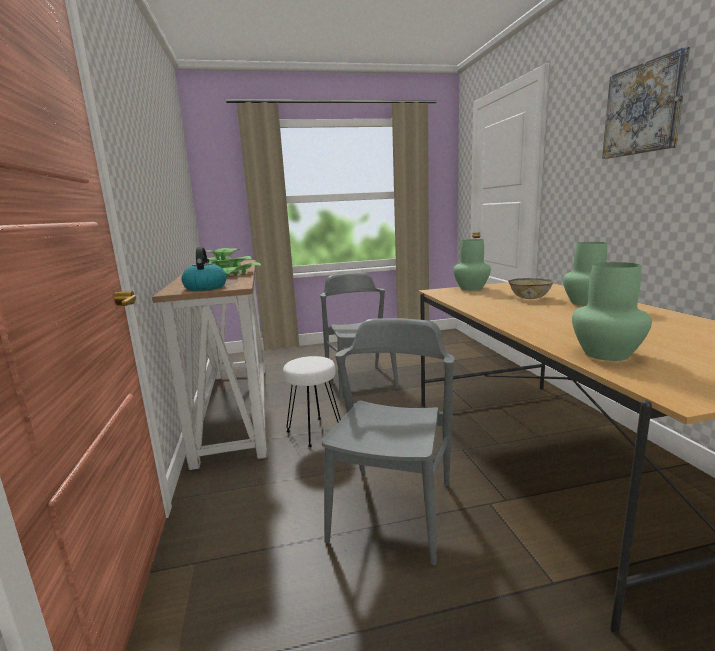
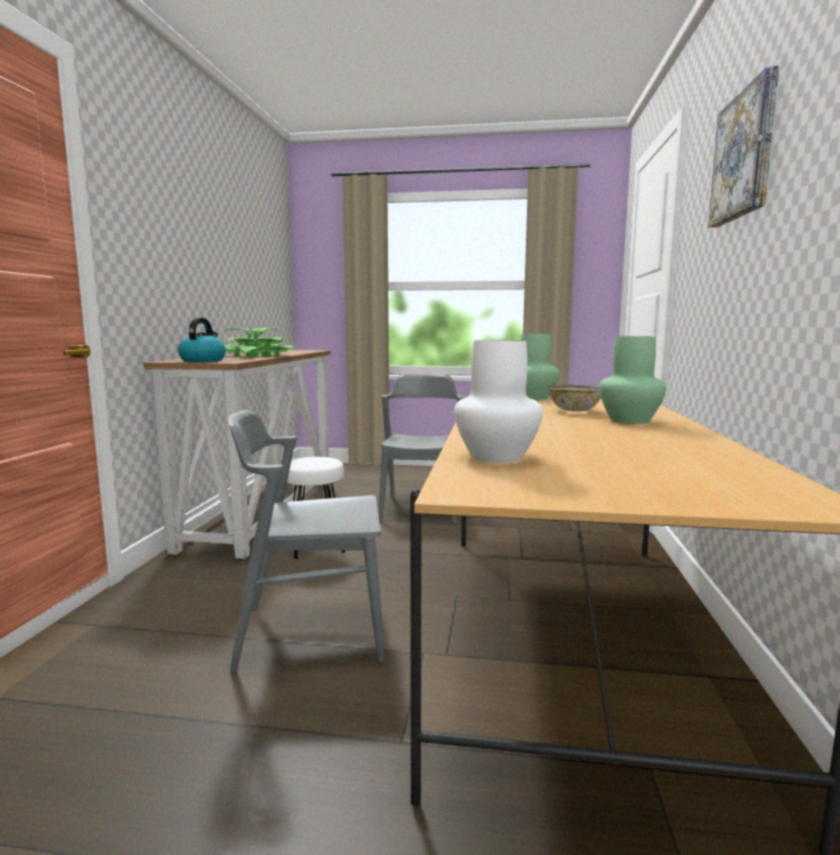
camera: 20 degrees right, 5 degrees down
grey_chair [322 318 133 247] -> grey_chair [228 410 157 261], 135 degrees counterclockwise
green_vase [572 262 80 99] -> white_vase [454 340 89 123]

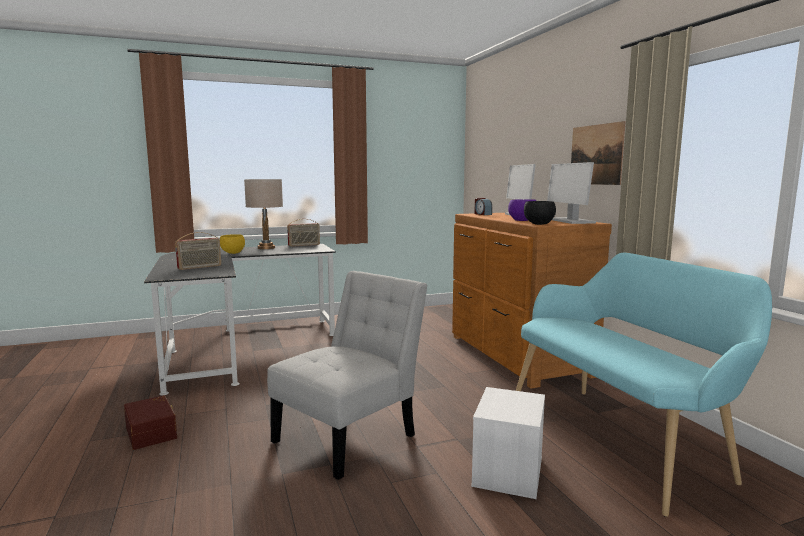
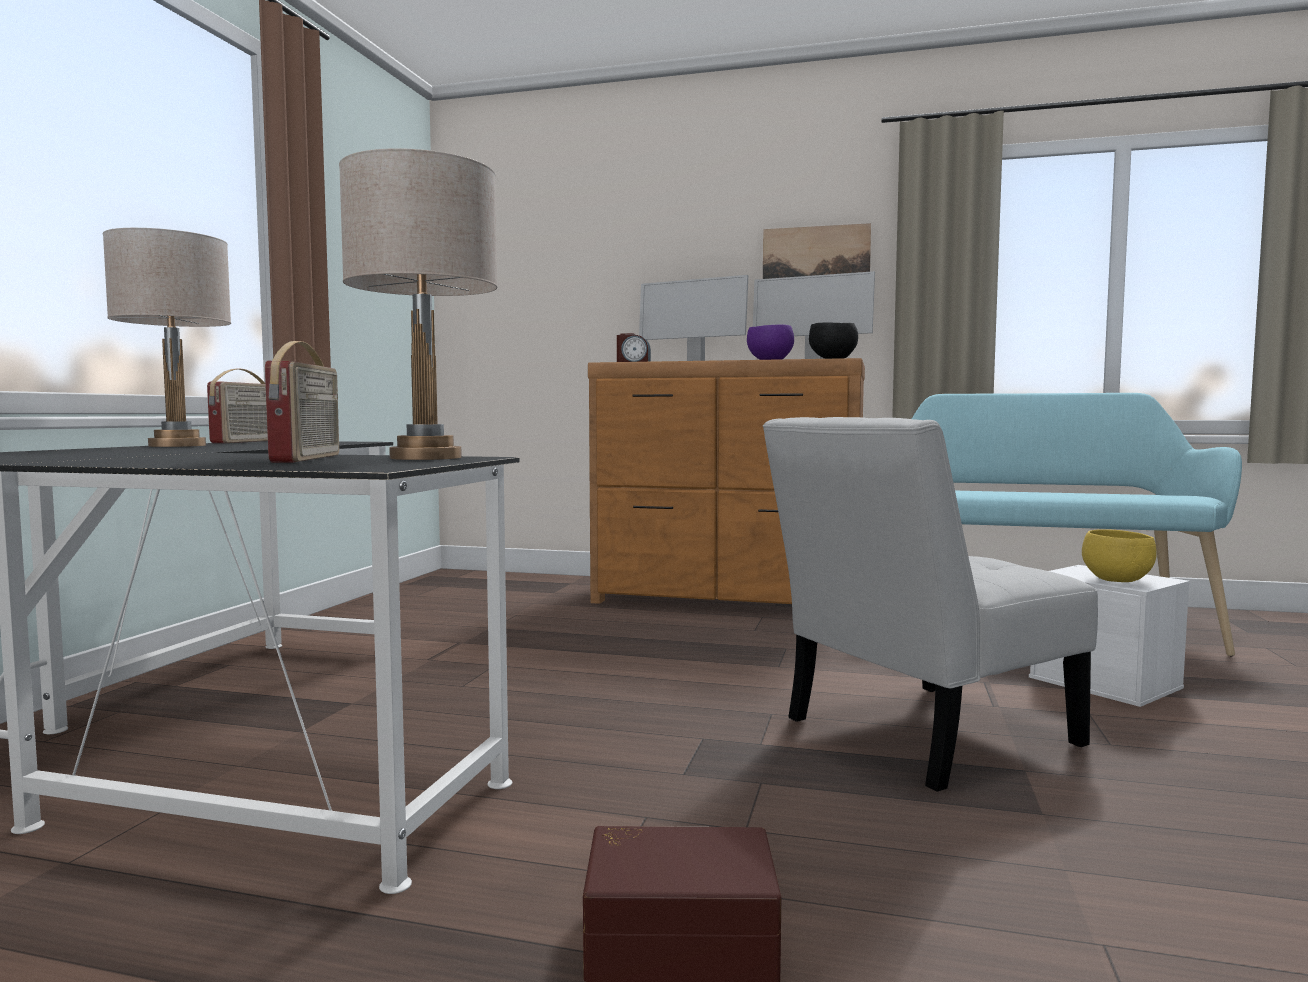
camera: 55 degrees left, 5 degrees down
none -> beige_table_lamp [339 148 158 312]
white_chair [267 271 161 209] -> white_chair [763 417 335 375], 105 degrees counterclockwise
yellow_bowl [220 234 25 20] -> yellow_bowl [1082 529 75 53], shifted

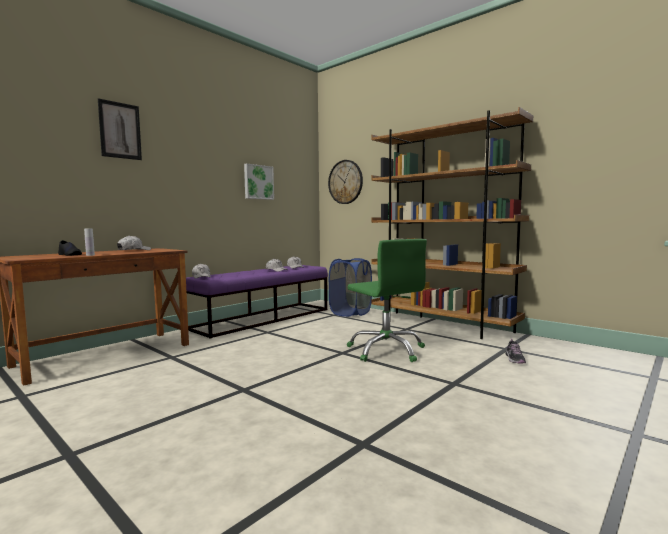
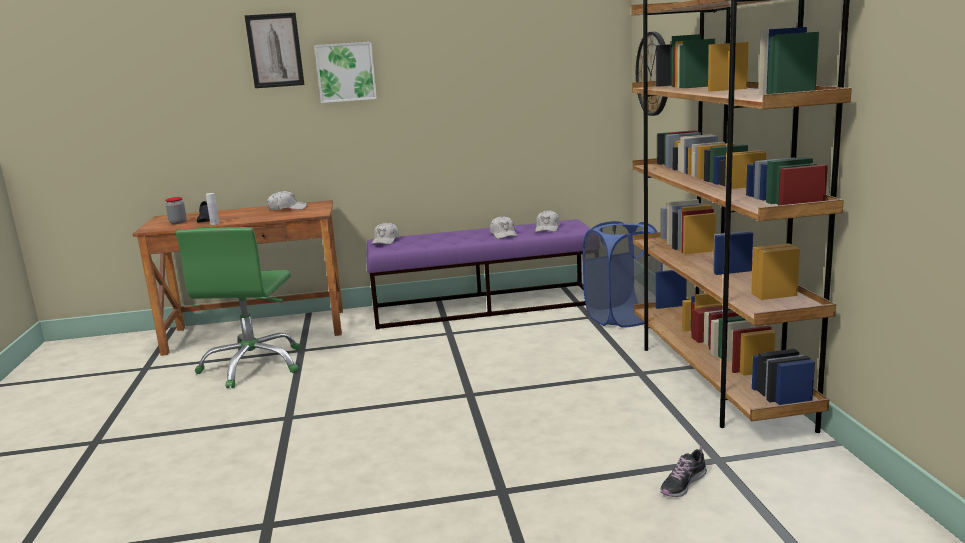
camera: 40 degrees right, 10 degrees up
none -> jar [165 197 22 27]
green_office_chair [347 239 80 123] -> green_office_chair [175 227 126 161], shifted
picture [244 163 30 37] -> picture [314 42 63 61], shifted

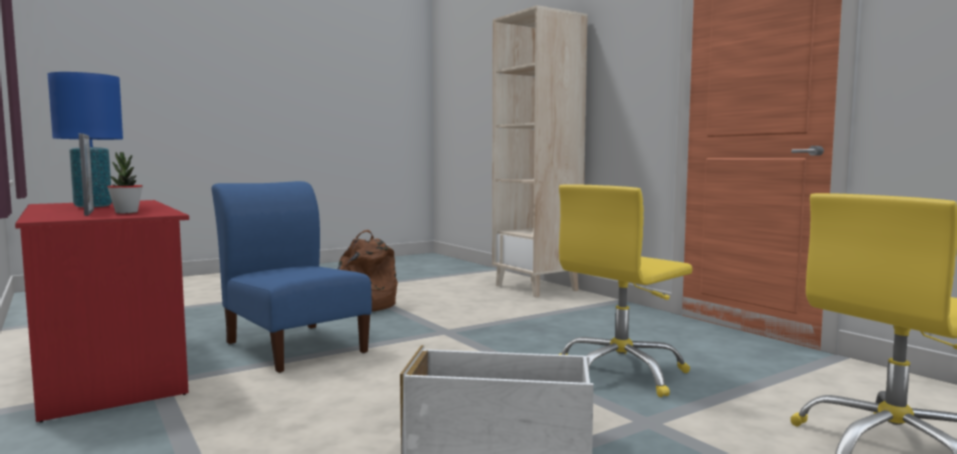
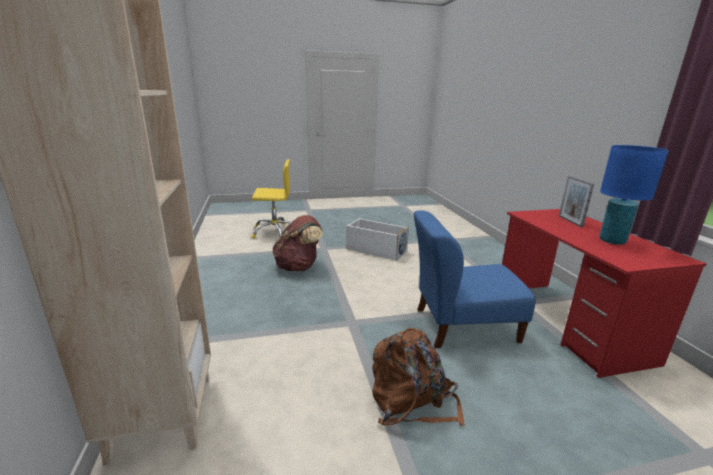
camera: 160 degrees left, 15 degrees up
yellow_office_chair [559 184 134 213] -> brown_backpack [272 215 51 56]
blue_chair [212 181 160 192] -> blue_chair [414 210 122 138], 105 degrees clockwise
potted_plant [107 152 36 61] -> none

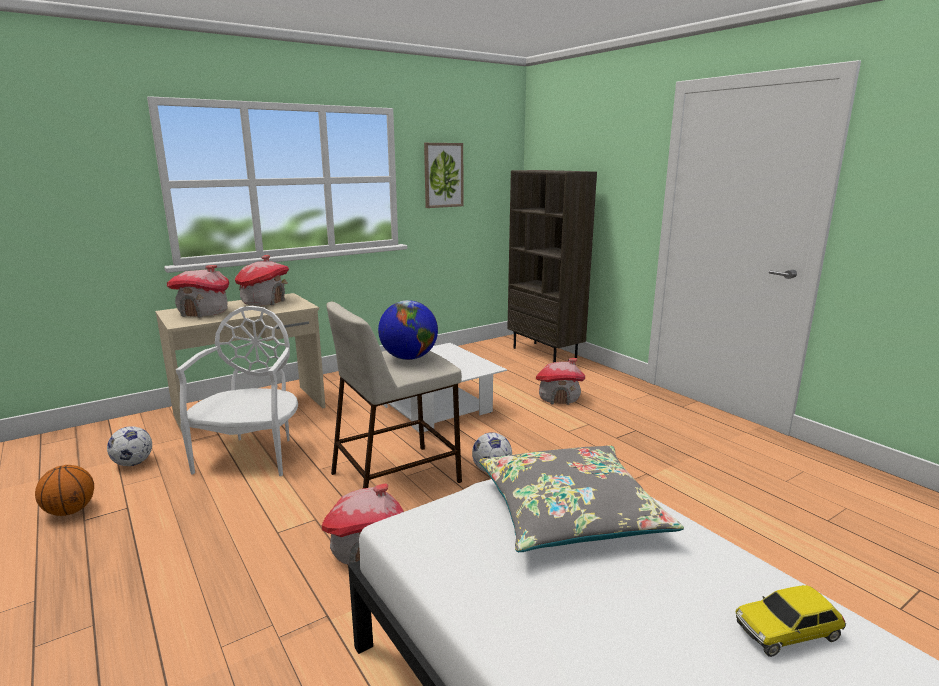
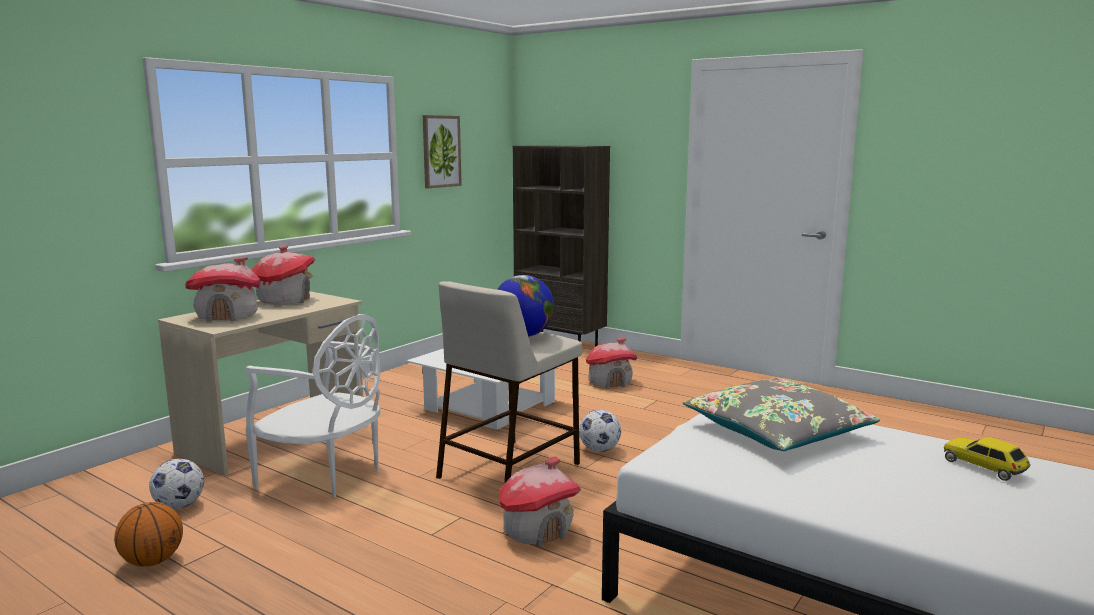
camera: 20 degrees left, 5 degrees down
white_chair [176 306 122 170] -> white_chair [245 314 136 184], 135 degrees clockwise
toy_car [736 585 110 72] -> toy_car [944 437 87 44], 90 degrees clockwise

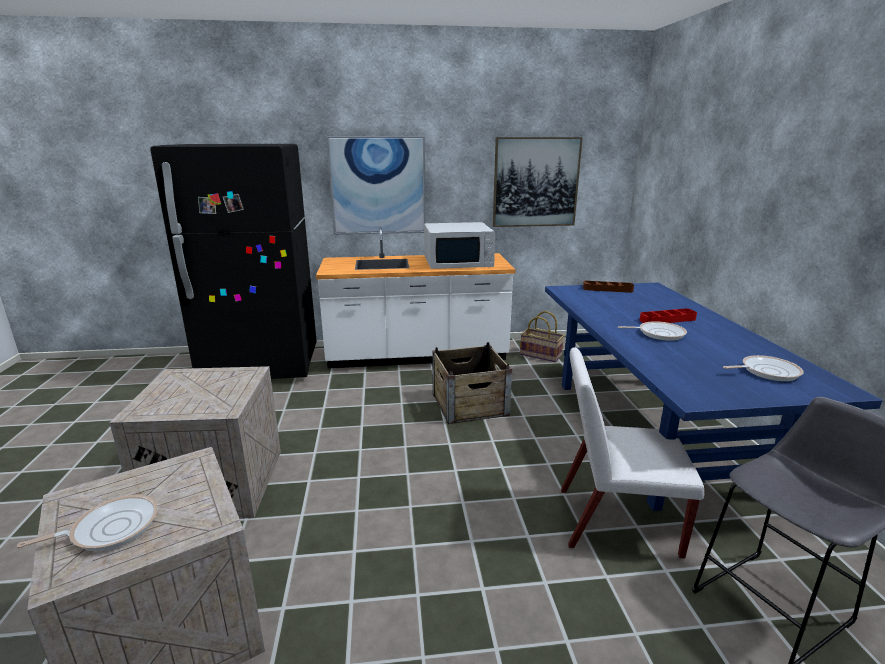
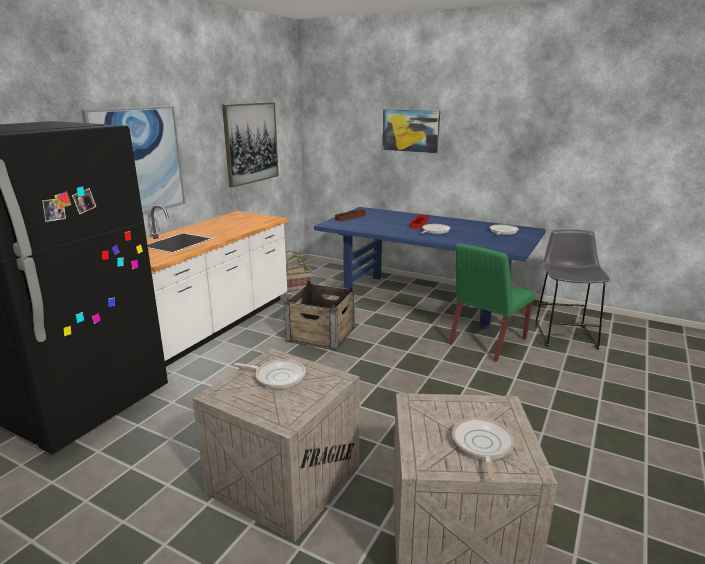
camera: 55 degrees left, 0 degrees up
none -> frying_pan [234 359 72 30]
none -> picture [382 110 58 43]
white_chair [561 347 144 212] -> green_chair [449 244 86 118]
white_microwave [424 222 71 47] -> none

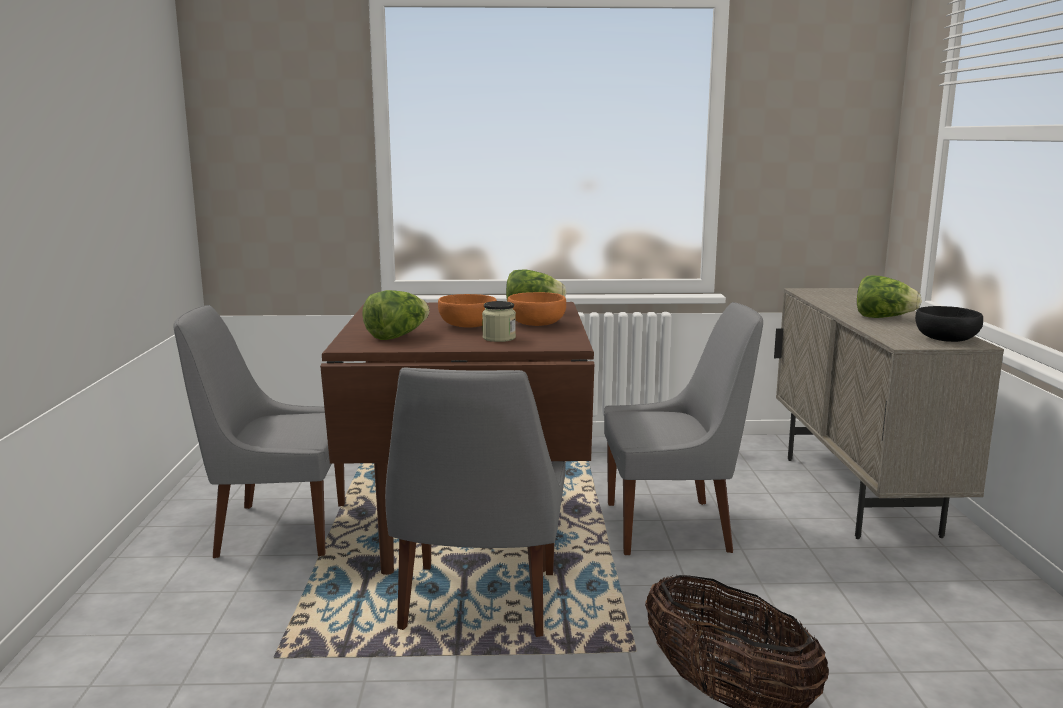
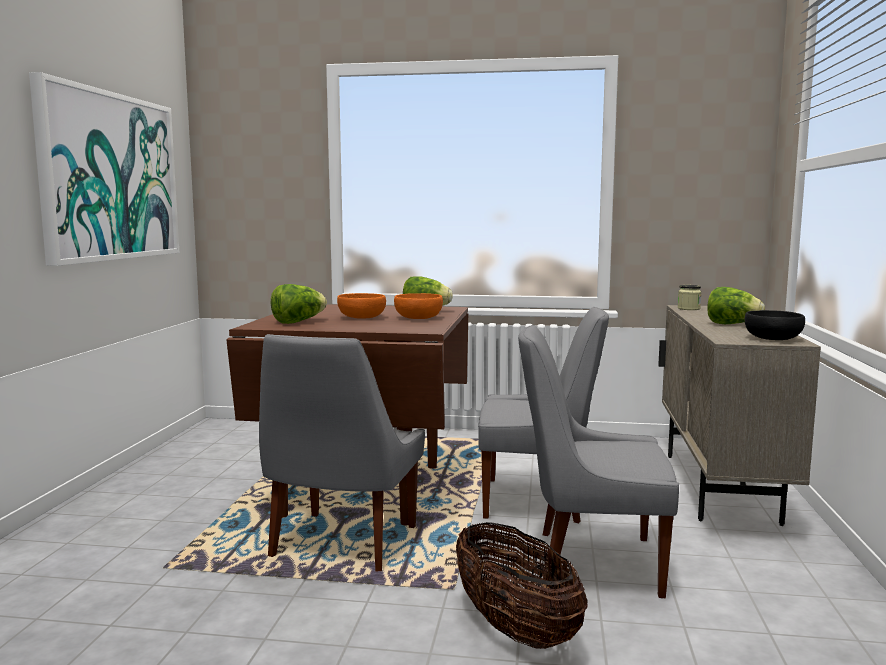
camera: 10 degrees right, 5 degrees down
none -> picture [29 72 150 194]
grey_chair [173 305 172 253] -> grey_chair [518 325 161 273], shifted
jar [482 301 34 41] -> jar [678 285 24 25], shifted

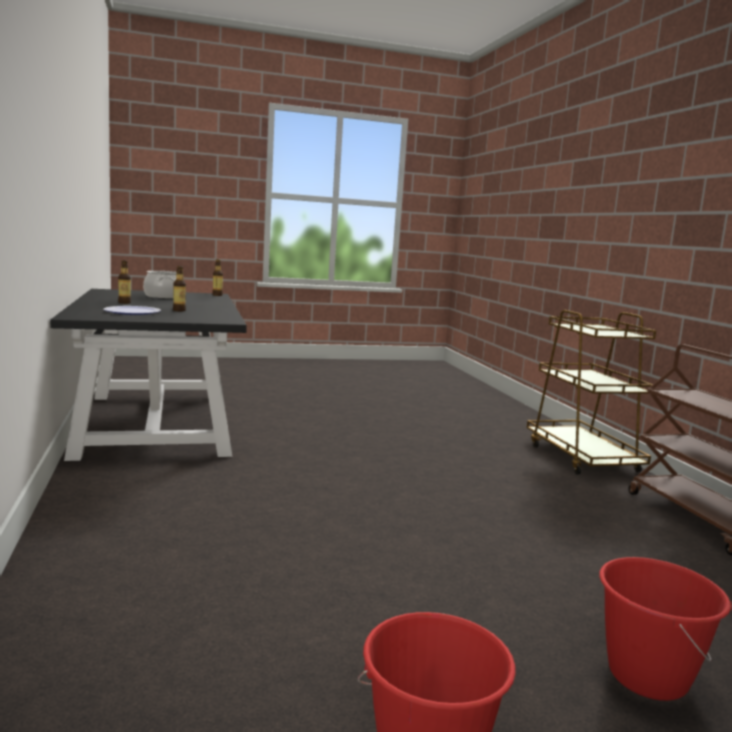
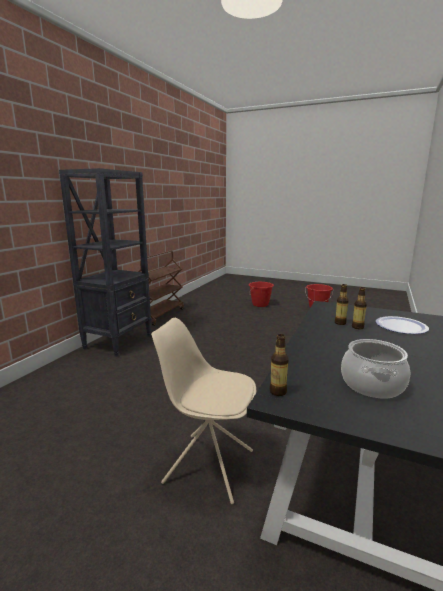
camera: 140 degrees left, 5 degrees up
brown_cart [527 310 129 165] -> black_bookcase [59 168 92 189]
none -> beige_chair [151 318 105 186]
bottle [118 260 13 44] -> bottle [335 284 14 41], shifted

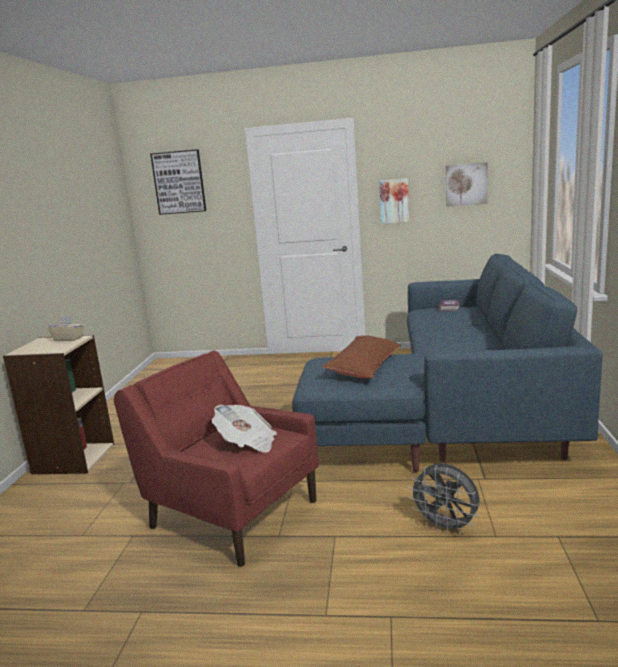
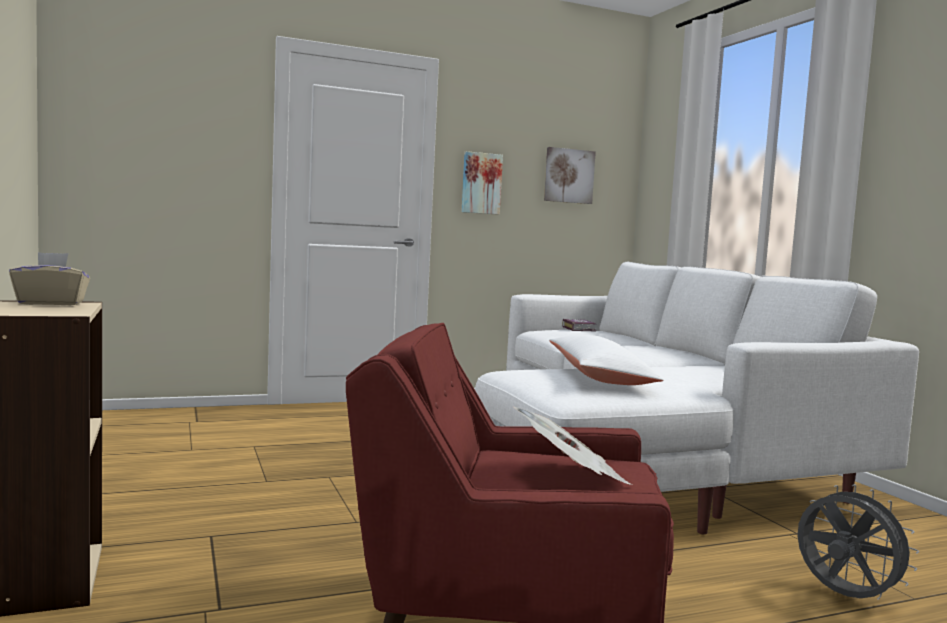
camera: 30 degrees left, 10 degrees down
blue_sofa [292 254 311 218] -> white_sofa [475 262 444 272]
brown_pillow [322 335 79 43] -> white_pillow [549 335 115 50]
grey_fan [408 463 71 71] -> grey_fan [797 484 122 116], 135 degrees counterclockwise
picture [150 149 56 66] -> none

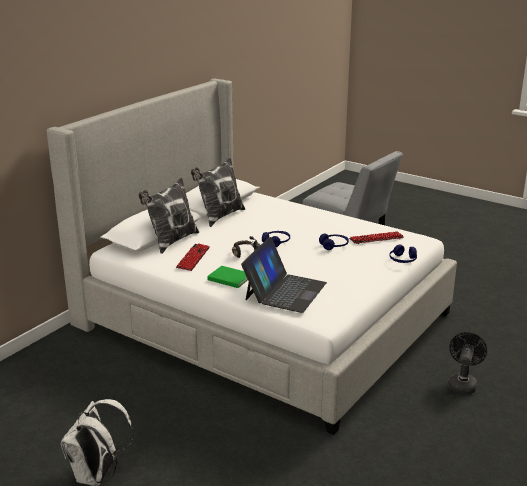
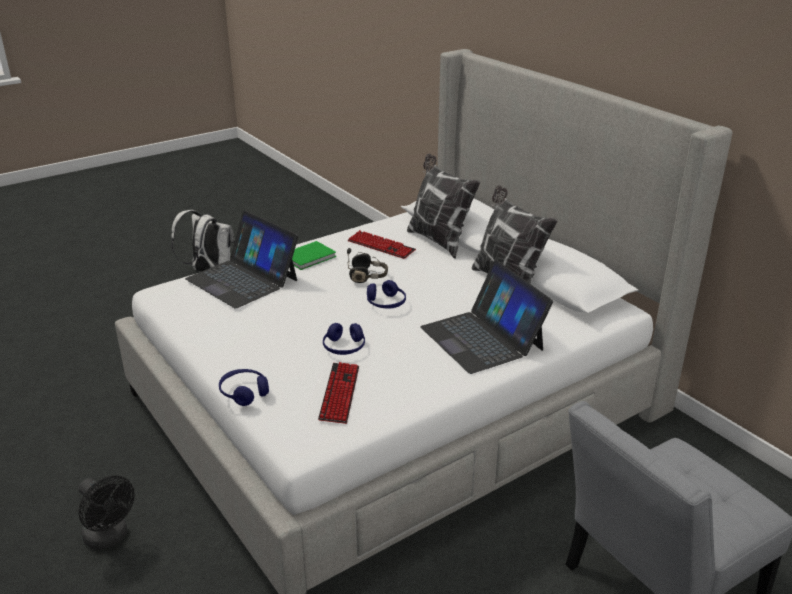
camera: 110 degrees right, 5 degrees up
none -> laptop [420 260 133 114]

